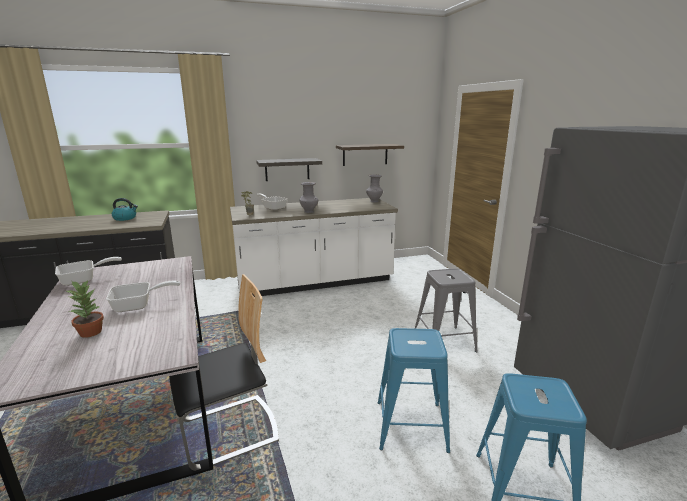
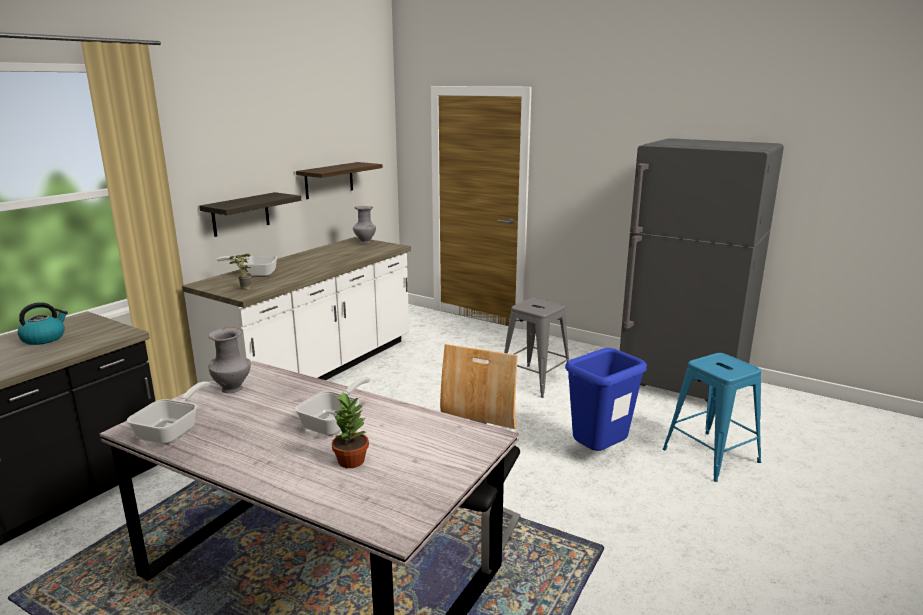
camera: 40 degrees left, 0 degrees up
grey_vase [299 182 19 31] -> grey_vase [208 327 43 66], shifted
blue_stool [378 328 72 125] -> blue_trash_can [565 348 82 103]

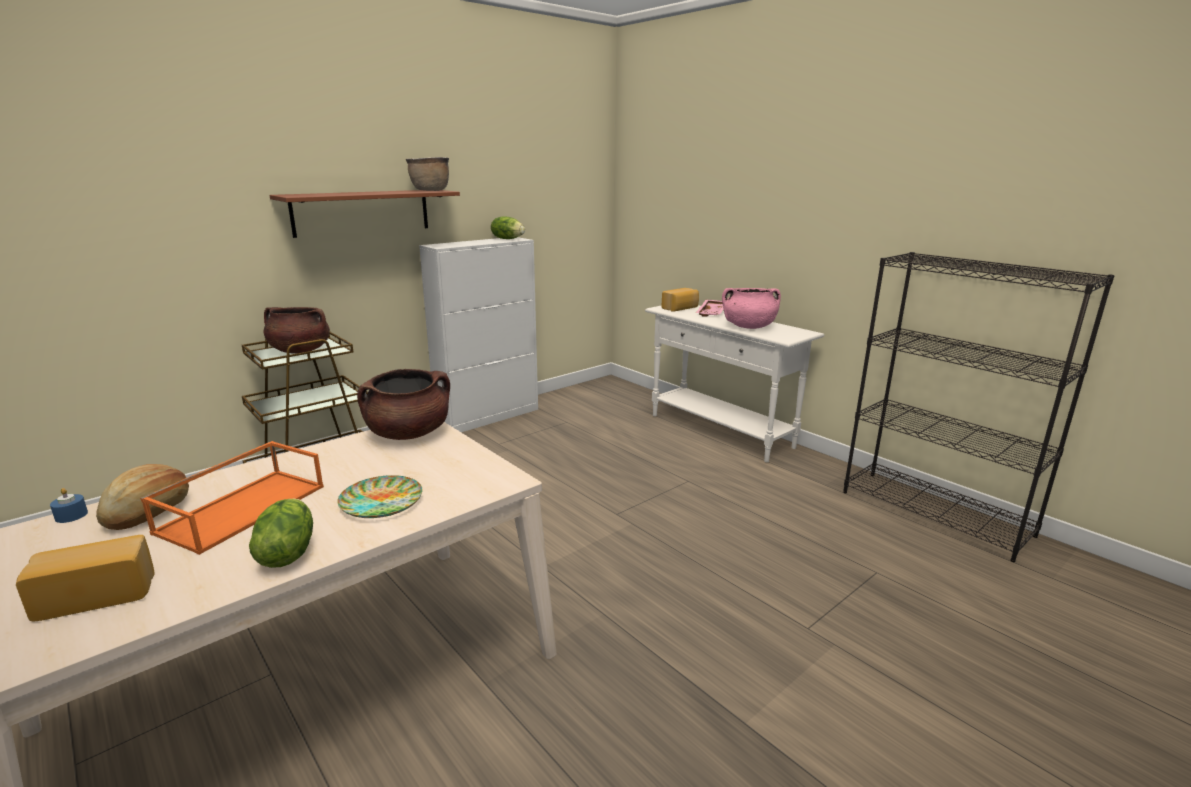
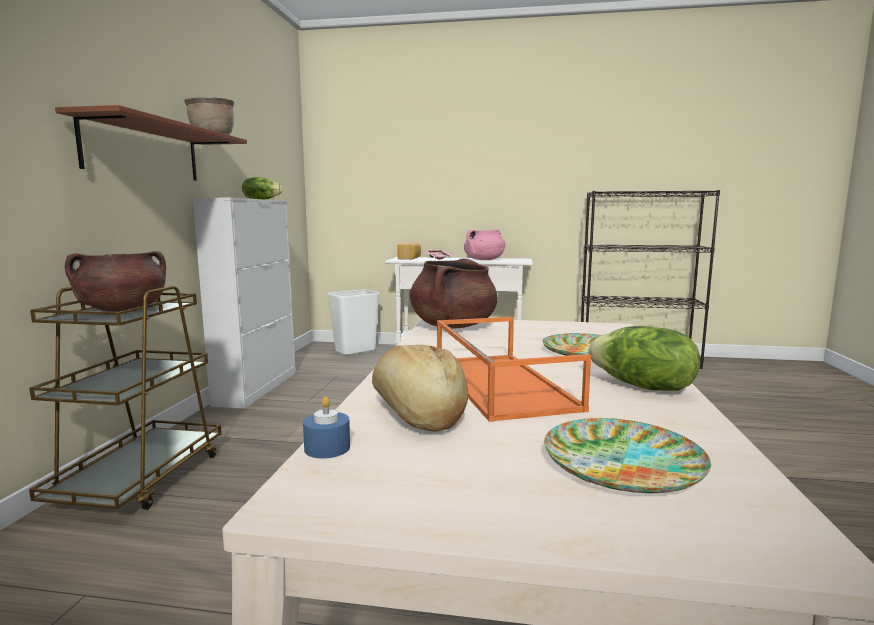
camera: 40 degrees left, 10 degrees down
none -> white_trash_can [328 289 52 66]
bread [16 535 139 86] -> plate [544 418 167 75]

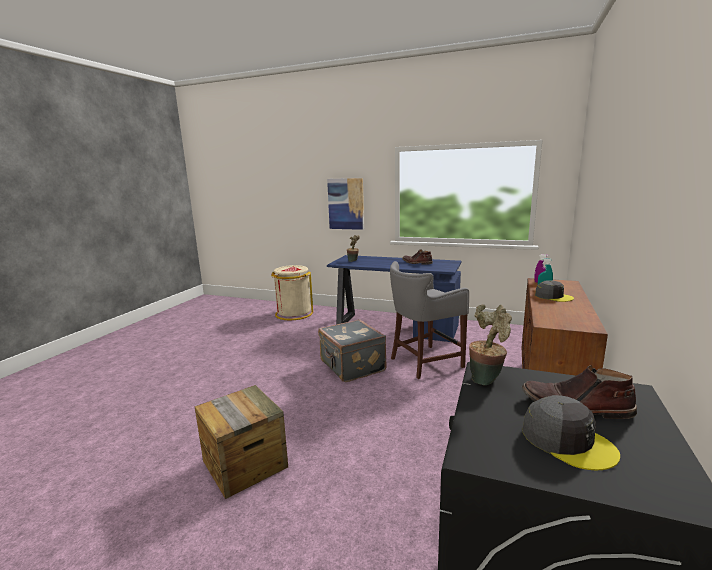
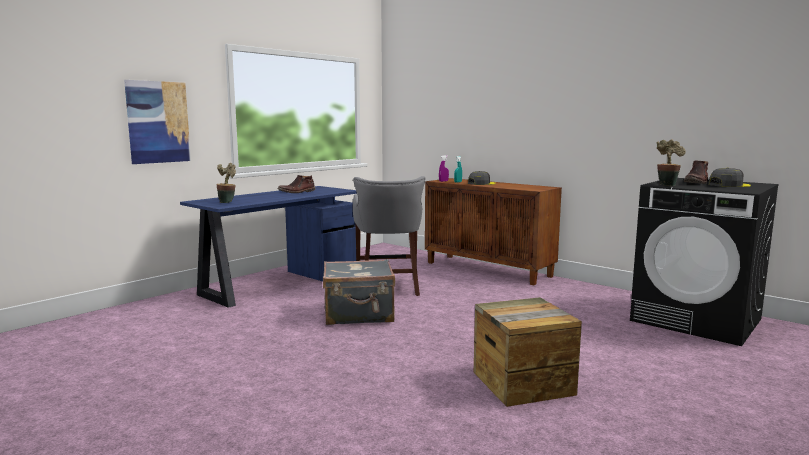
camera: 70 degrees left, 5 degrees down
beige_trash_can [271 265 42 56] -> none

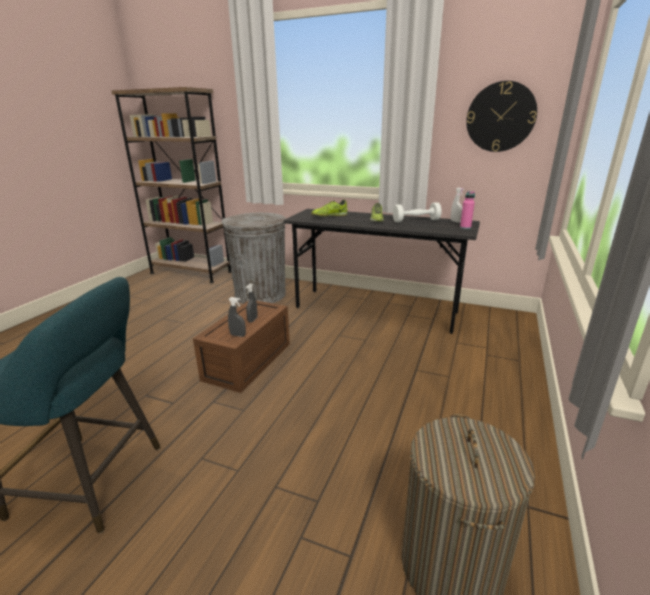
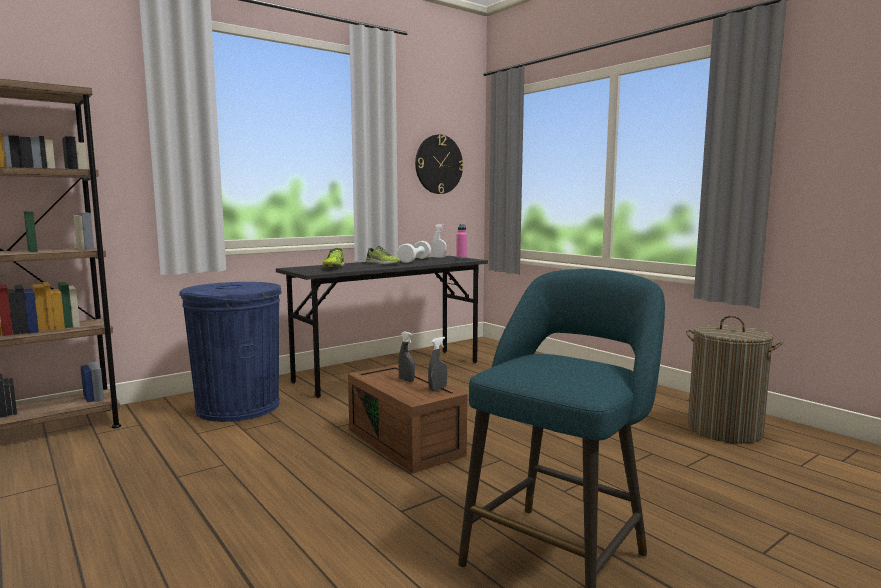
camera: 60 degrees left, 15 degrees down
grey_trash_can [222 213 64 91] -> blue_trash_can [179 282 103 140]

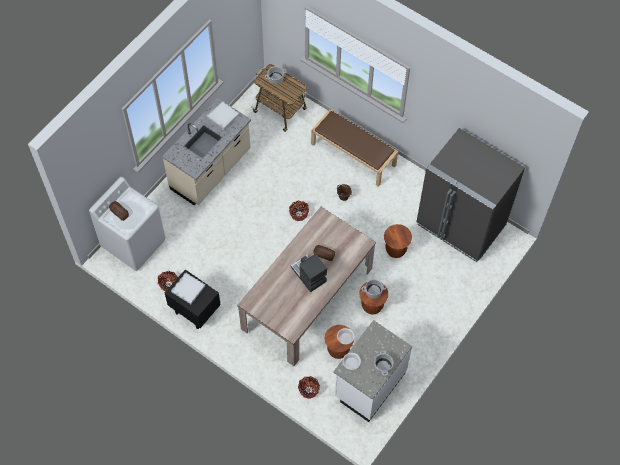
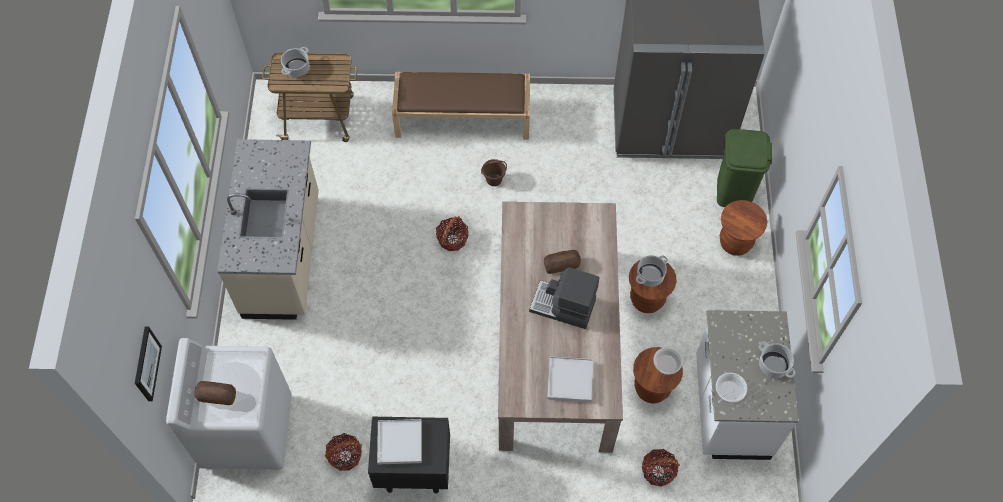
camera: 35 degrees left, 0 degrees up
none -> picture [135 327 27 74]
white_tray [207 101 32 29] -> white_tray [547 356 46 46], shifted
none -> green_trash_can [717 129 55 78]
brown_stool [384 224 28 34] -> brown_stool [720 200 47 56], shifted

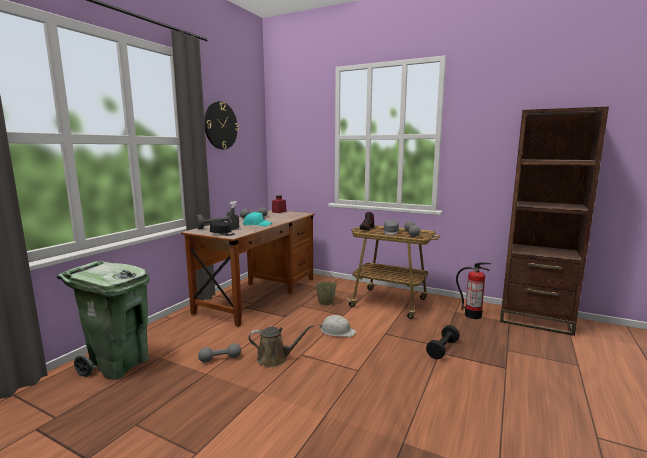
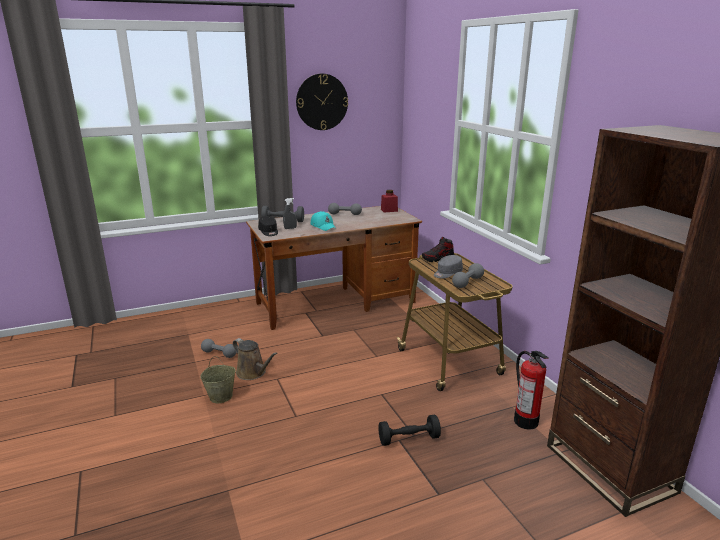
camera: 40 degrees right, 10 degrees up
beige_bucket [315 273 22 32] -> beige_bucket [200 356 36 47], shifted
green_trash_can [56 261 94 119] -> none
white_hard_hat [319 315 37 22] -> none

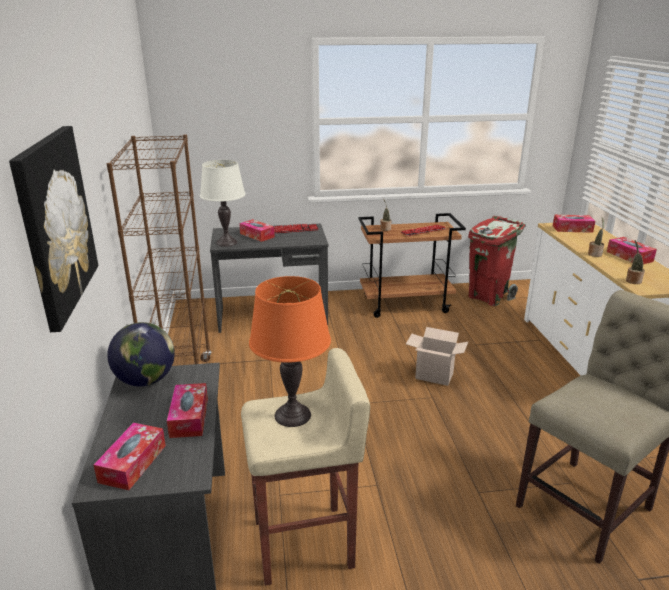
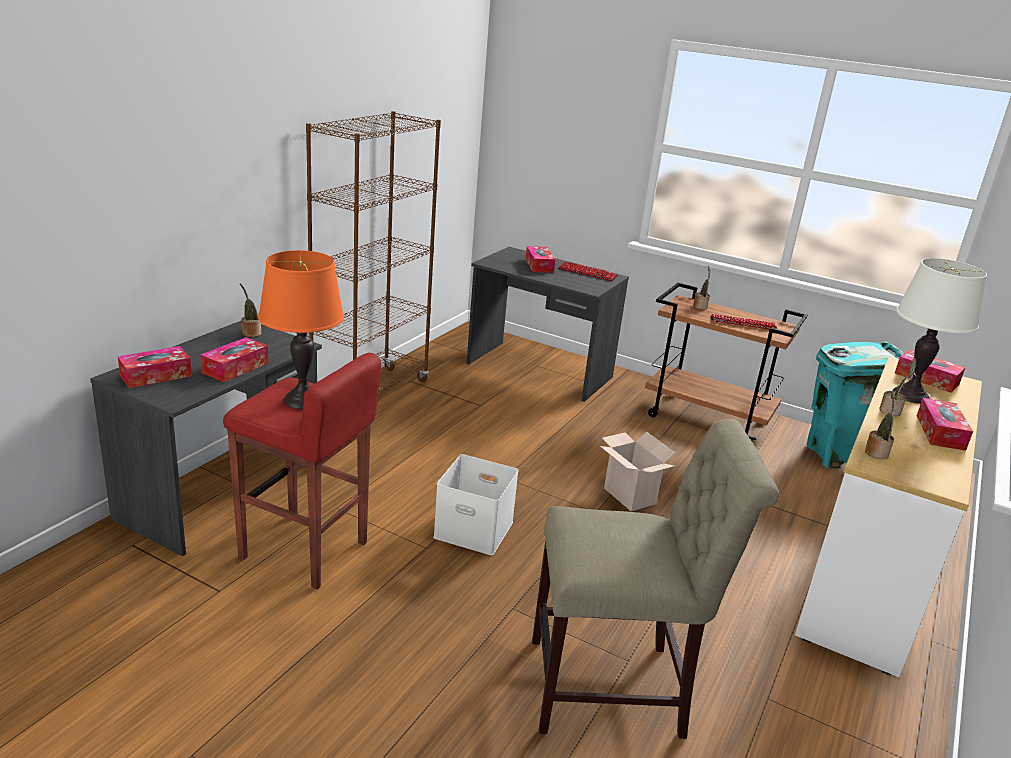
camera: 35 degrees right, 0 degrees up
beige_stool [241 348 129 238] -> red_stool [223 353 158 237]
globe [107 322 68 64] -> potted_plant [240 283 21 54]
none -> white_storage_box [433 454 86 101]
red_trash_can [468 216 58 90] -> turquoise_trash_can [807 341 97 128]
white_table_lamp [200 160 46 87] -> white_table_lamp [893 258 94 146], shifted
picture [9 126 89 206] -> none

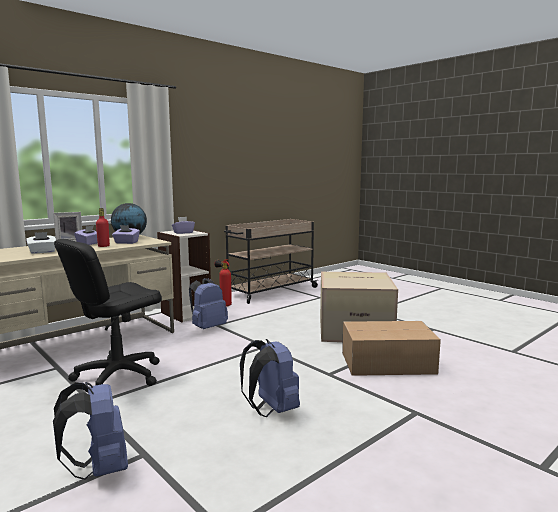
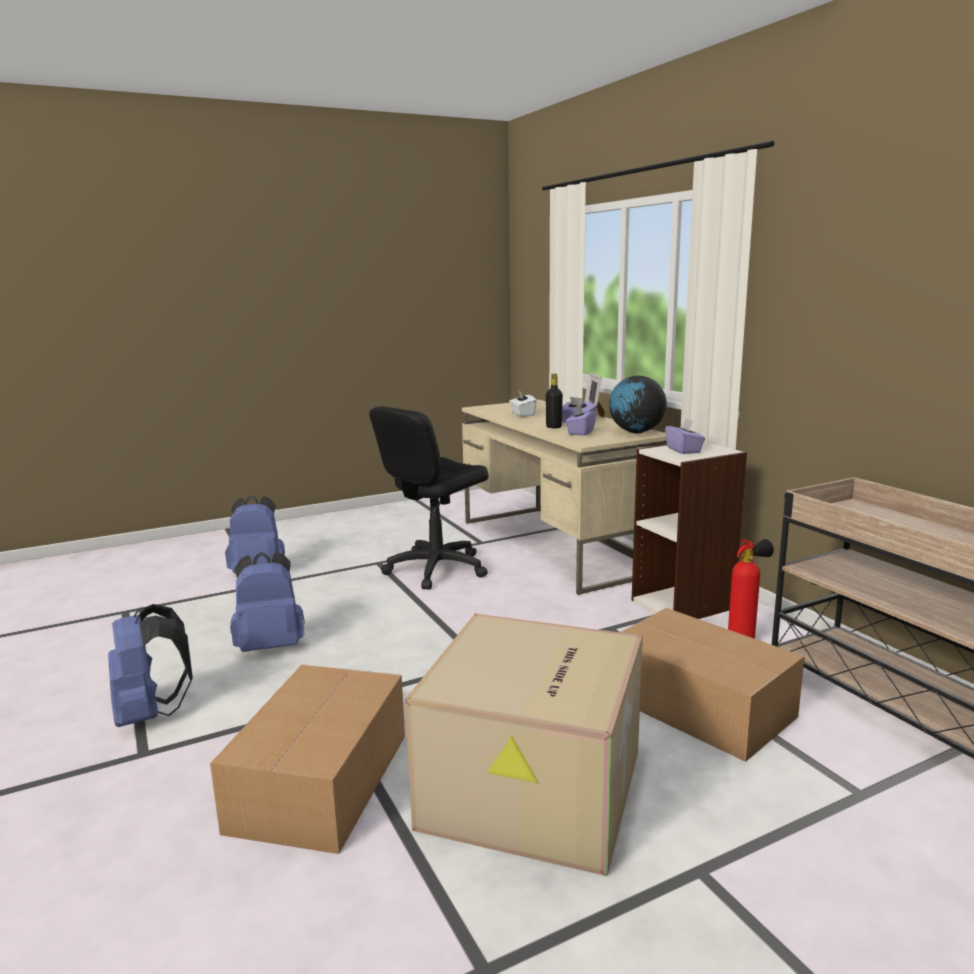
camera: 105 degrees right, 5 degrees up
blue_backpack [189 278 39 51] -> blue_backpack [108 604 85 123], shifted
black_office_chair [54 239 108 147] -> black_office_chair [369 406 120 184], 105 degrees counterclockwise
red_bottle [96 208 14 39] -> black_bottle [546 373 17 55]
none -> cardboard_box [620 608 185 154]

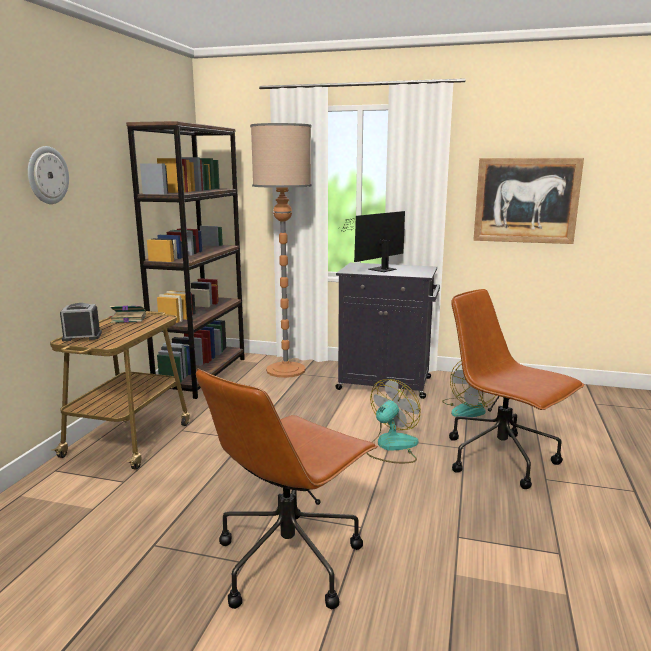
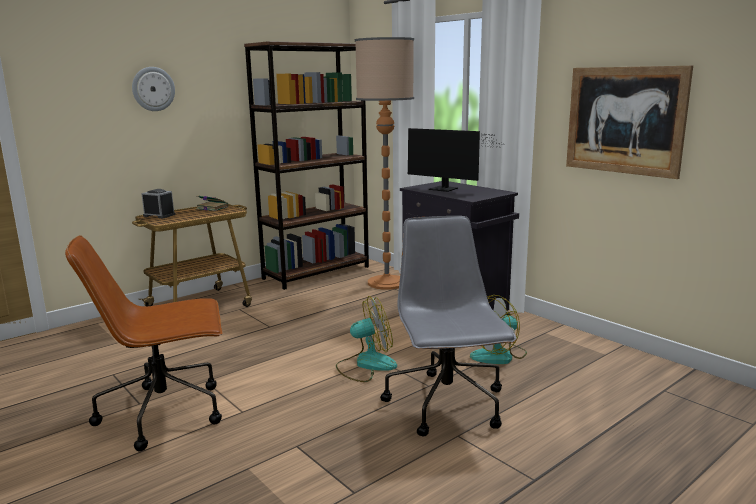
camera: 35 degrees right, 0 degrees up
brown_office_chair [449 289 135 200] -> grey_office_chair [380 216 137 220]
monitor [340 211 65 61] -> monitor [407 128 95 64], 135 degrees counterclockwise

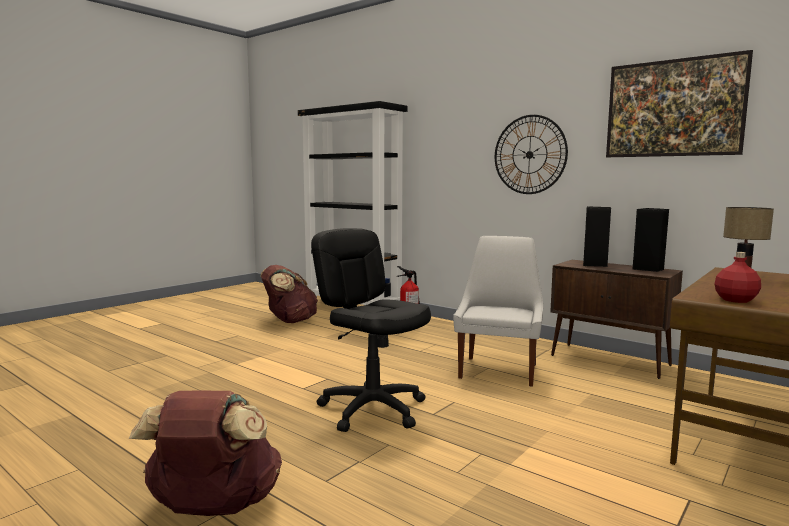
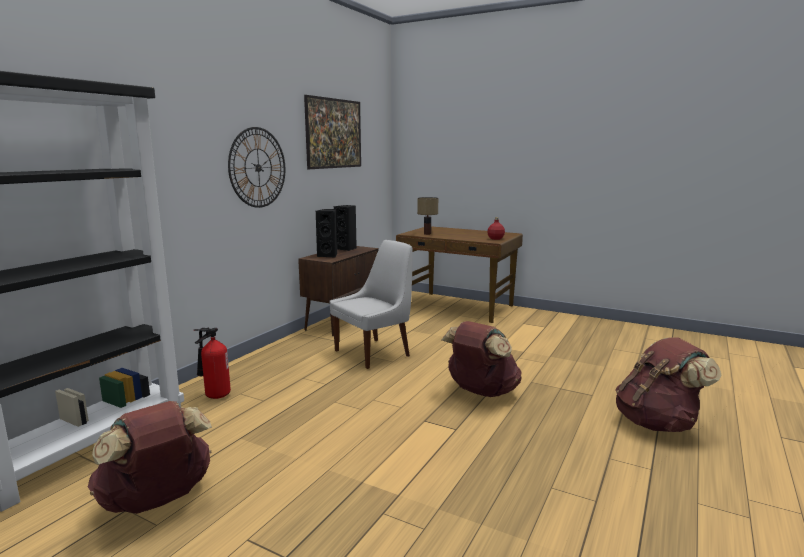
camera: 100 degrees left, 5 degrees up
white_chair [453 236 90 151] -> white_chair [330 240 83 129], 135 degrees clockwise
black_office_chair [311 228 120 204] -> brown_backpack [442 321 80 76]

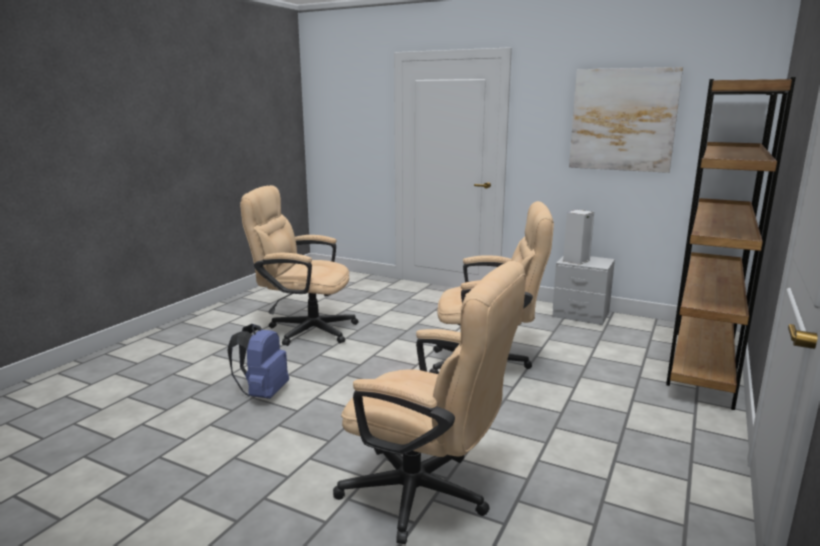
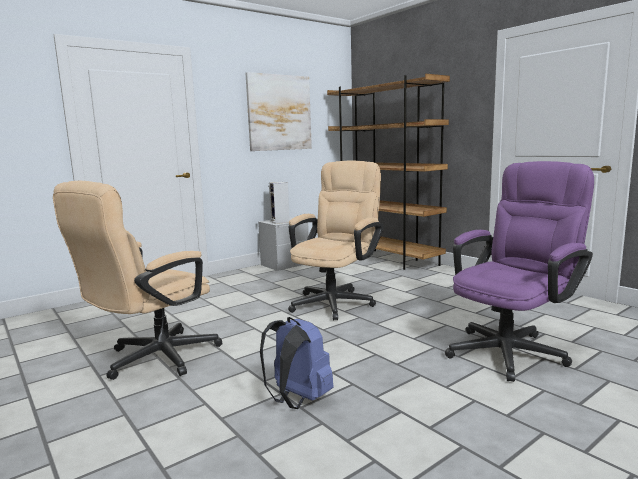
camera: 65 degrees left, 5 degrees down
beige_office_chair [333 261 193 283] -> purple_office_chair [445 161 149 221]

